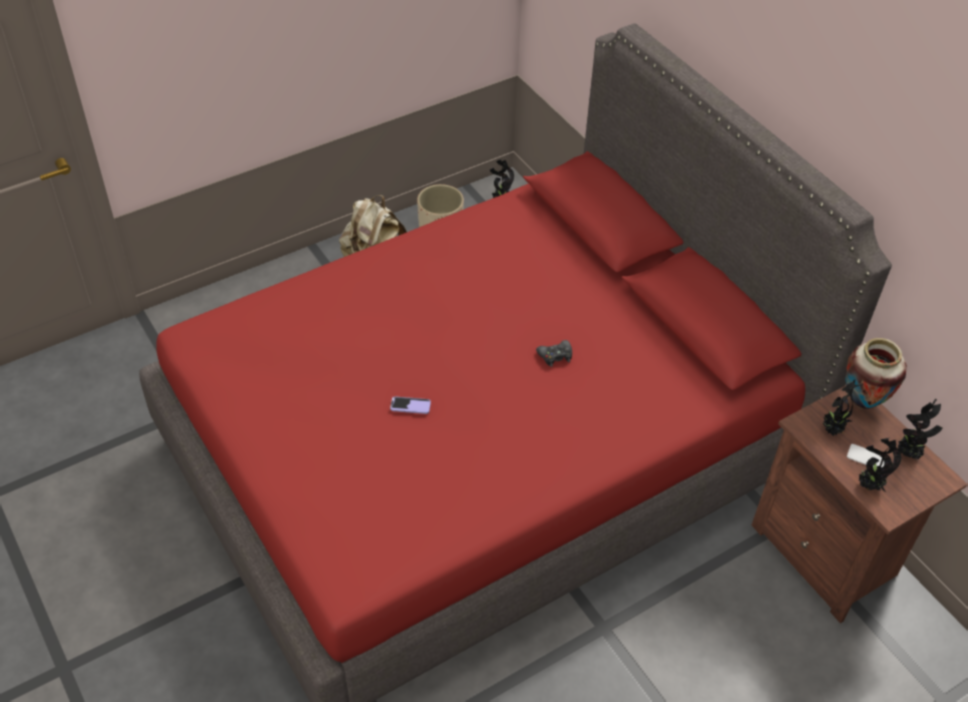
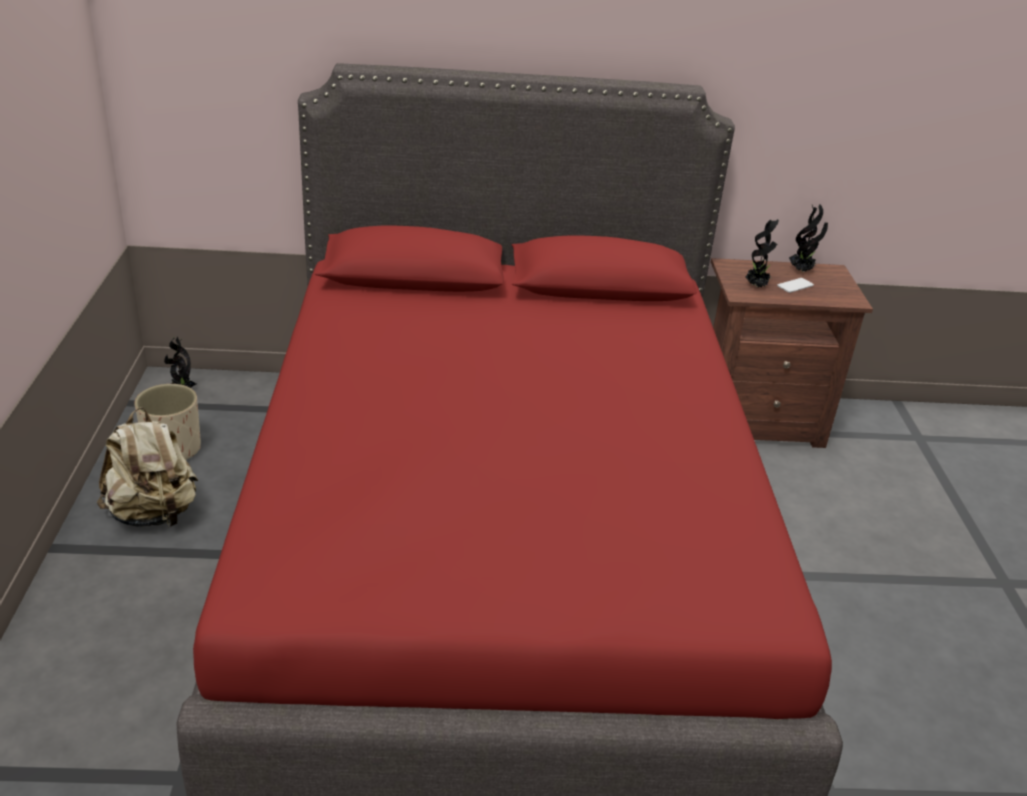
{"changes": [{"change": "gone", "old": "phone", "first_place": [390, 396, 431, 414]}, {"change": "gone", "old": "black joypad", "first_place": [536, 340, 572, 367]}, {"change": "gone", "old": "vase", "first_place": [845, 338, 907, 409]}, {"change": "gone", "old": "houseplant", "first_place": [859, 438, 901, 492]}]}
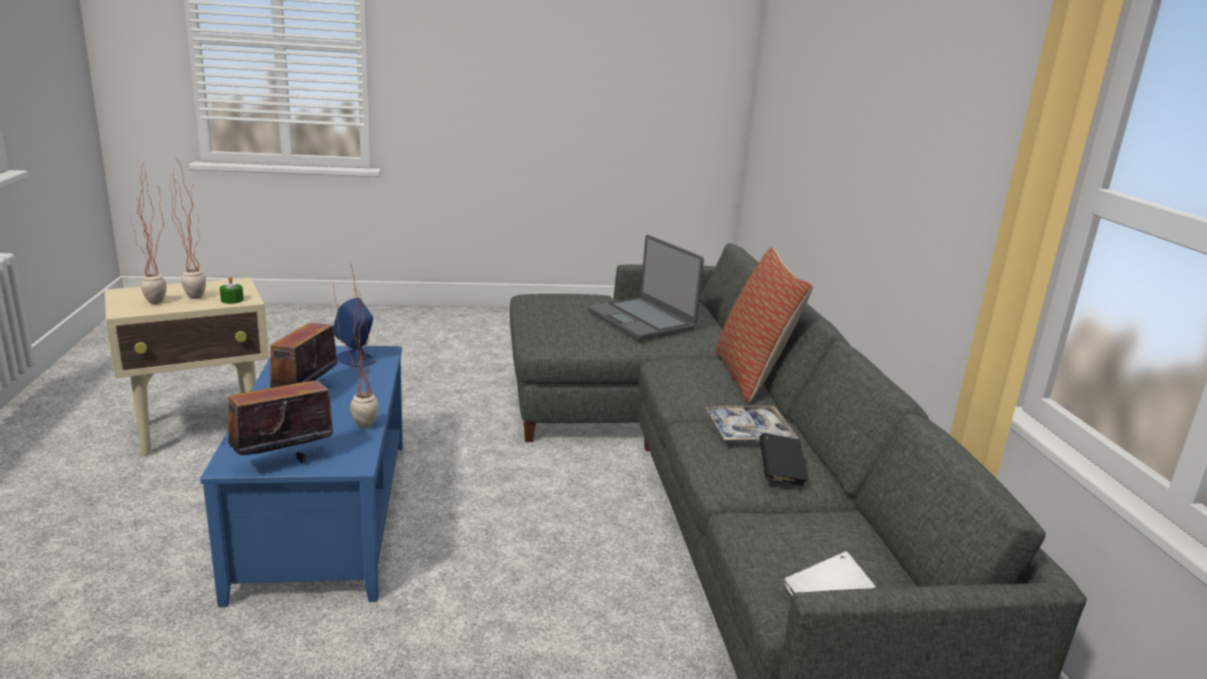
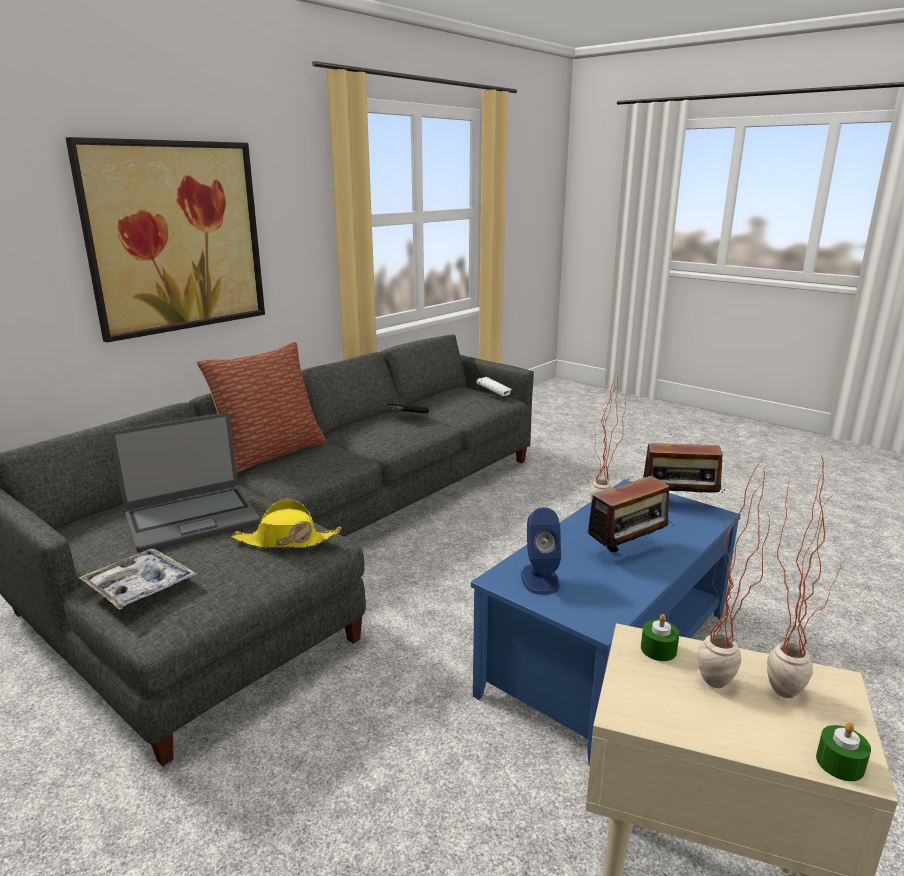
{"changes": [{"change": "rotated", "old": "notebook computer", "first_place": [587, 235, 704, 340], "second_place": [110, 412, 260, 553], "degrees": 45}, {"change": "shifted", "old": "tray", "first_place": [705, 406, 798, 440], "second_place": [78, 549, 196, 610]}, {"change": "new", "new": "picture", "second_place": [66, 137, 265, 342]}, {"change": "new", "new": "yellowish clothing hat", "second_place": [231, 499, 342, 548]}, {"change": "new", "new": "green candle", "second_place": [816, 722, 871, 781]}]}
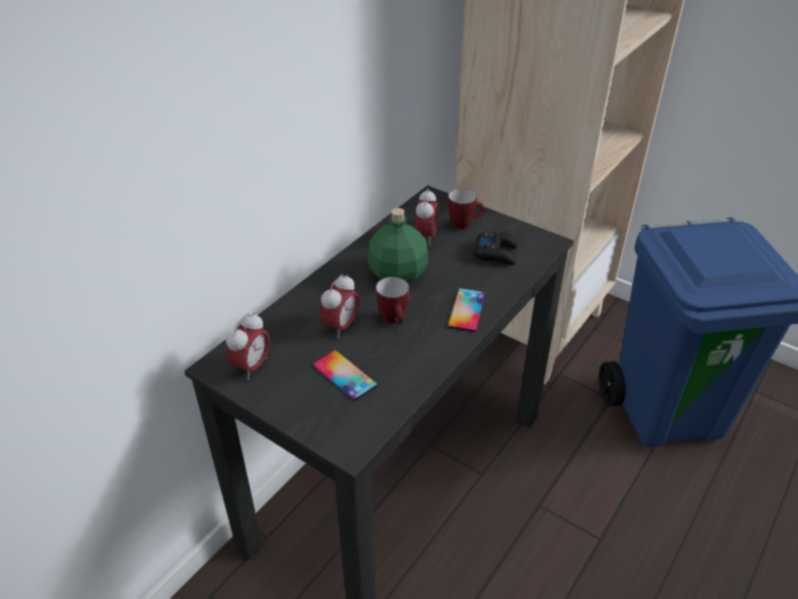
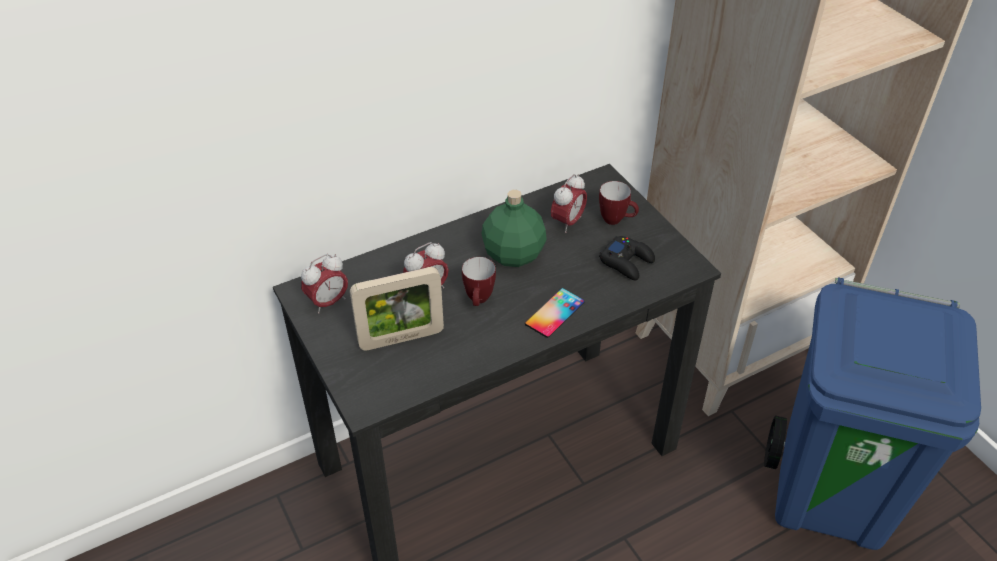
{"changes": [{"change": "swapped", "old": "phone", "new": "photo frame", "first_place": [313, 350, 378, 401], "second_place": [350, 267, 444, 351]}]}
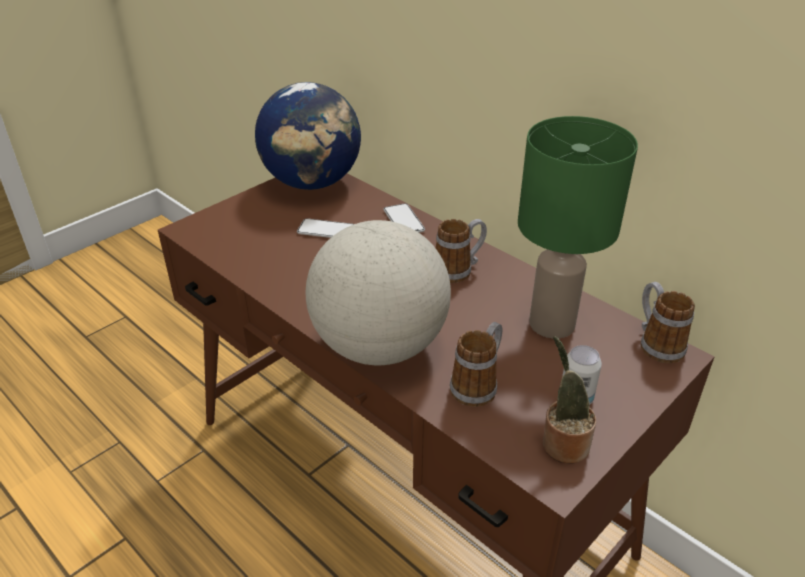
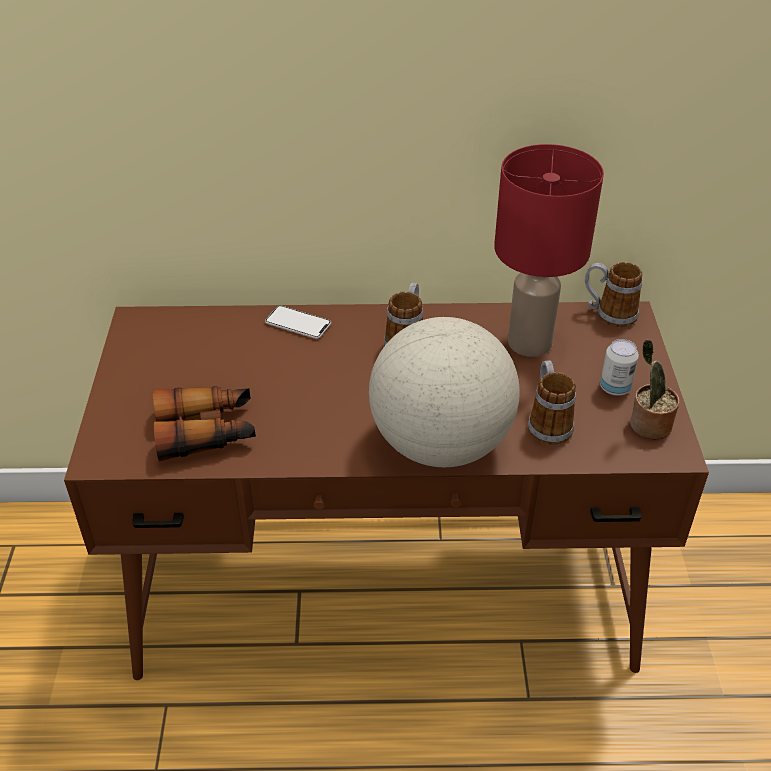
{"changes": [{"change": "gone", "old": "desk globe", "first_place": [255, 82, 361, 190]}, {"change": "gone", "old": "phone", "first_place": [297, 218, 354, 238]}, {"change": "repainted", "old": "green lamp for a table", "new": "red lamp for a table", "first_place": [518, 116, 638, 338], "second_place": [494, 144, 604, 357]}, {"change": "new", "new": "binoculars", "second_place": [153, 386, 256, 462]}]}
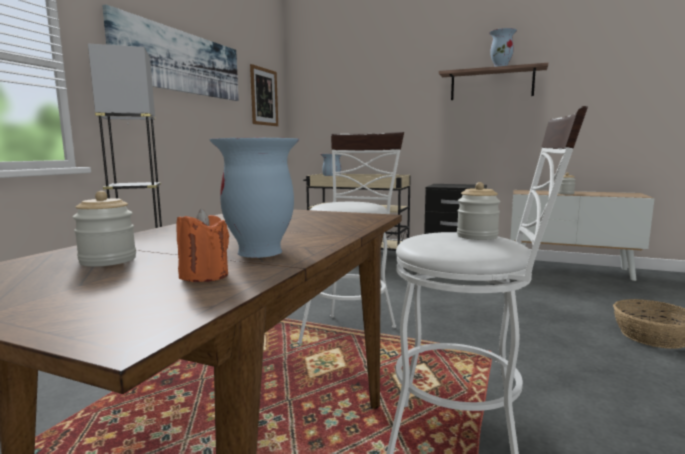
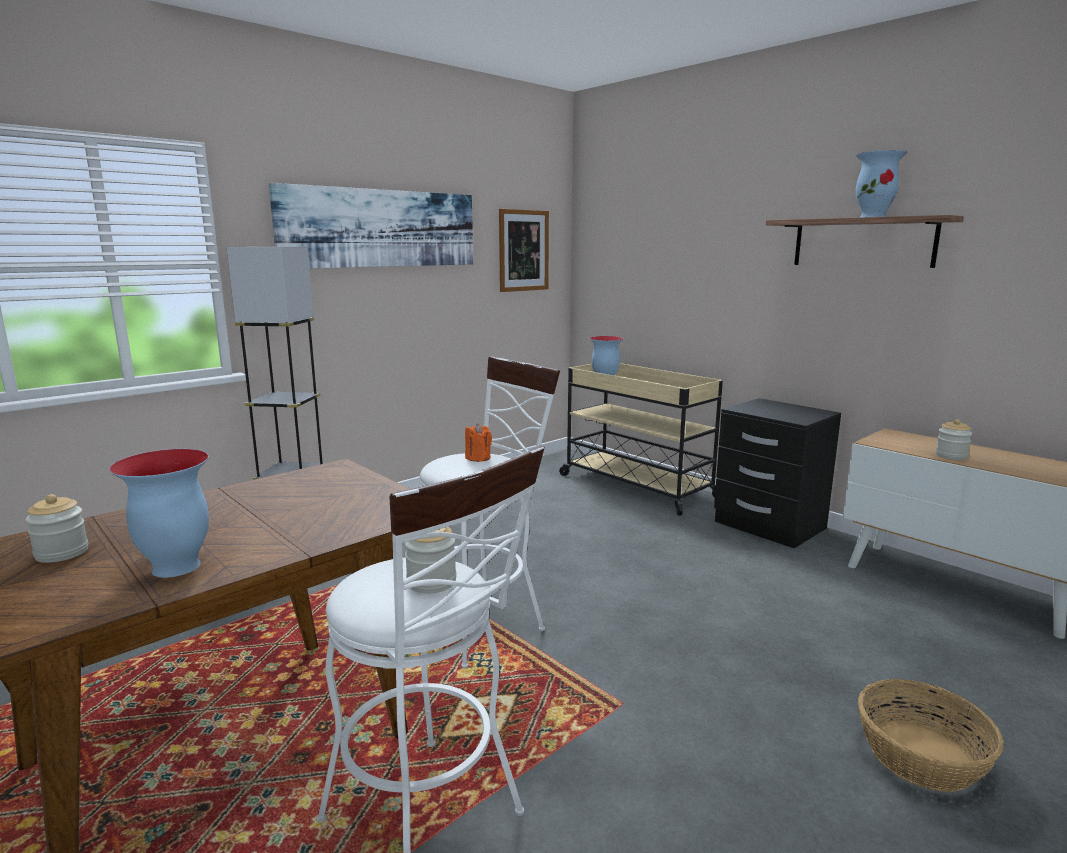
{"changes": [{"change": "shifted", "old": "orangey candle", "first_place": [176, 209, 229, 282], "second_place": [465, 424, 492, 462]}]}
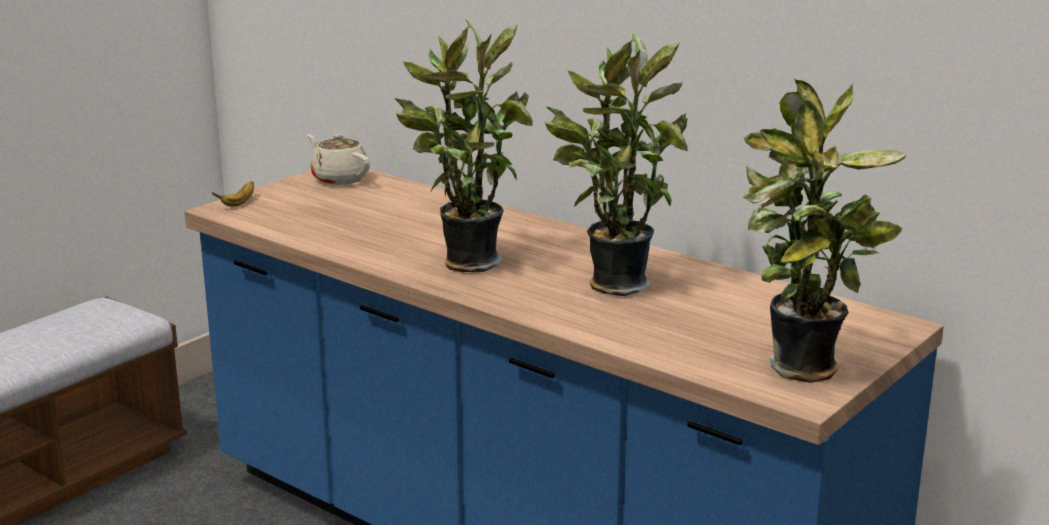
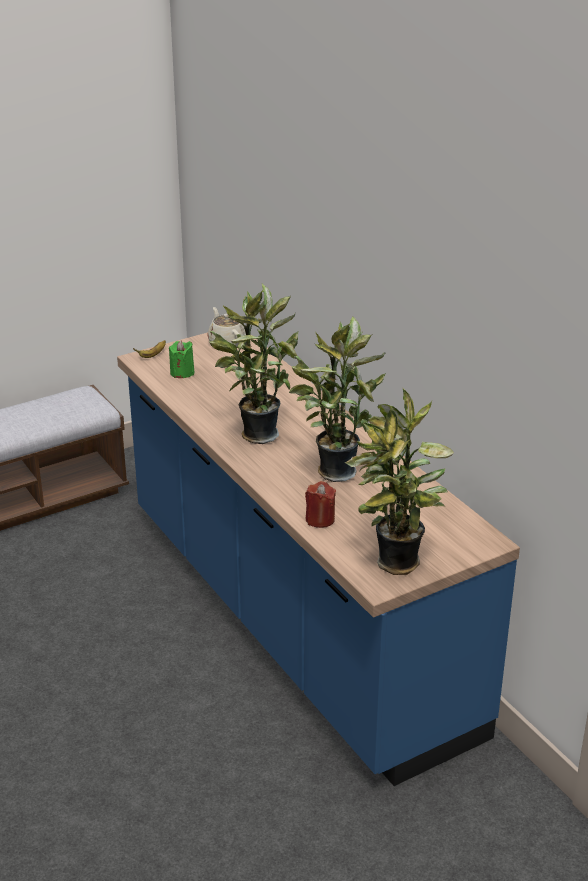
{"changes": [{"change": "new", "new": "green candle", "second_place": [169, 340, 195, 378]}, {"change": "new", "new": "red candle", "second_place": [305, 481, 336, 528]}]}
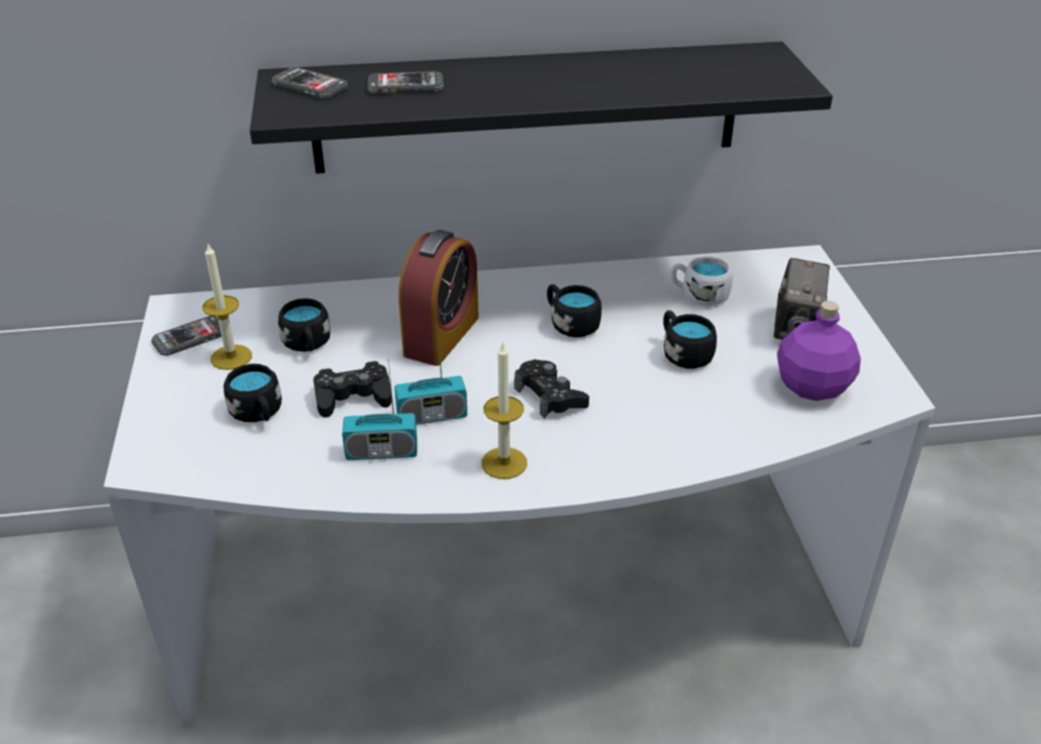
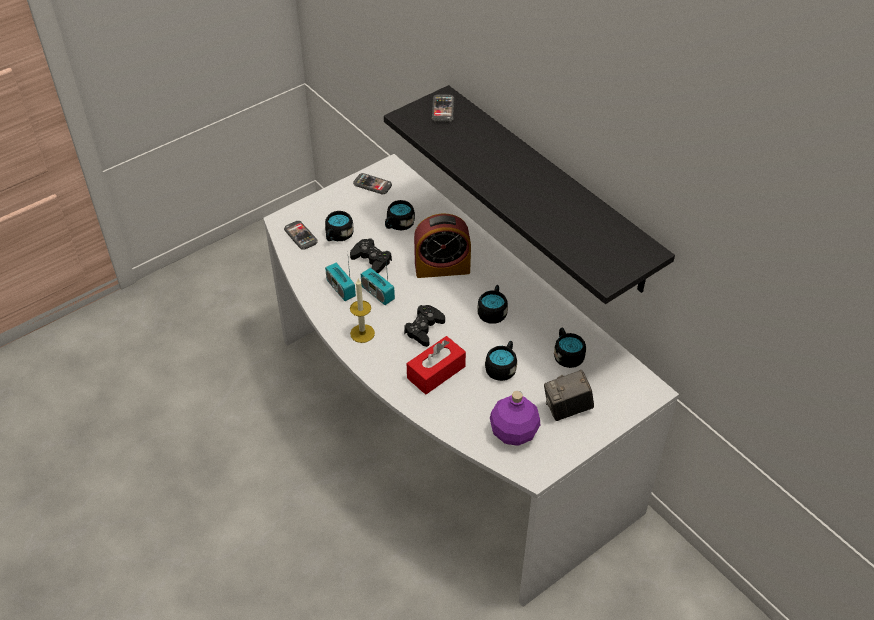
{"changes": [{"change": "gone", "old": "candle", "first_place": [202, 242, 252, 370]}, {"change": "shifted", "old": "phone", "first_place": [367, 71, 444, 94], "second_place": [284, 221, 318, 250]}, {"change": "repainted", "old": "whitish tea mug", "new": "black tea mug", "first_place": [670, 256, 733, 306], "second_place": [554, 328, 586, 368]}, {"change": "new", "new": "red tissue box", "second_place": [407, 336, 466, 395]}]}
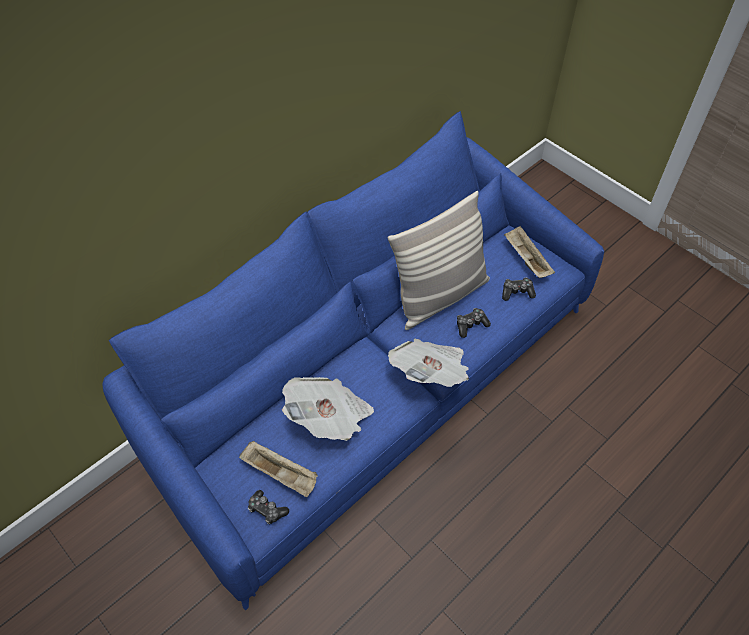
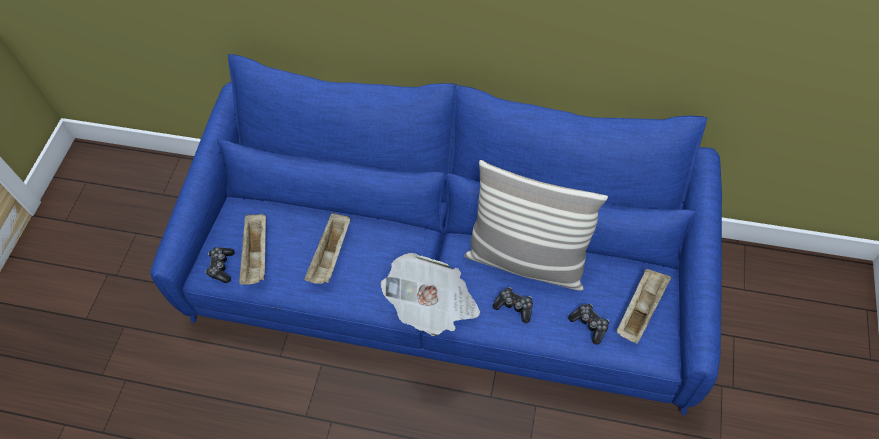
{"changes": [{"change": "swapped", "old": "printed paper", "new": "beige tray", "first_place": [282, 377, 374, 441], "second_place": [304, 212, 350, 284]}]}
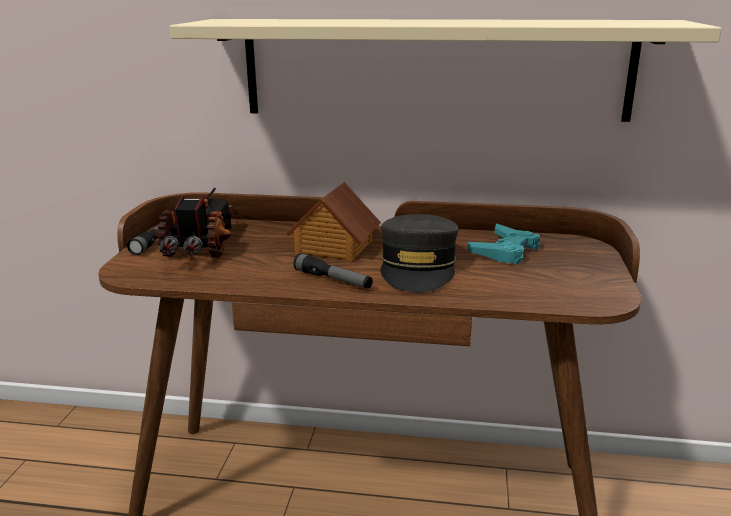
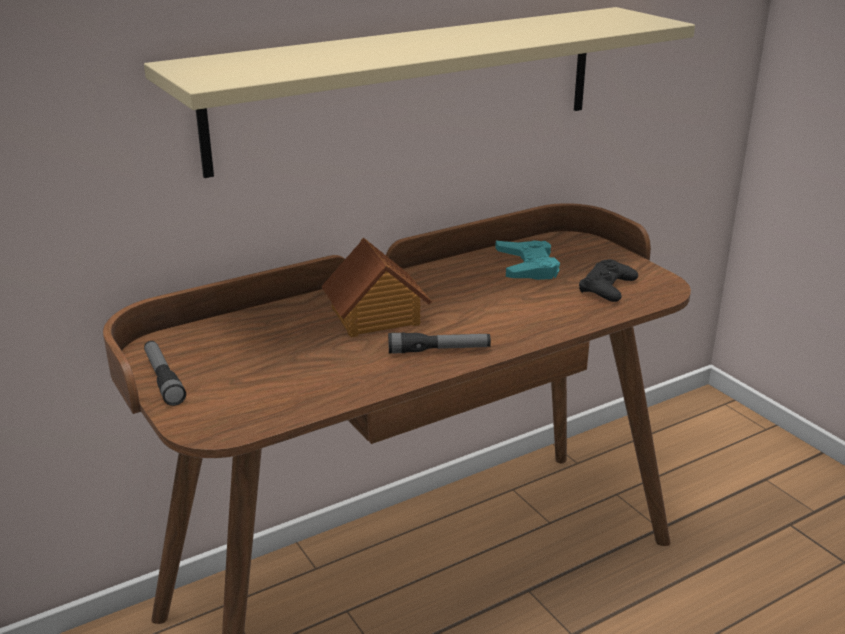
{"changes": [{"change": "gone", "old": "toy lorry", "first_place": [154, 188, 233, 257]}, {"change": "gone", "old": "grey baseball cap", "first_place": [380, 214, 458, 292]}, {"change": "new", "new": "black joypad", "second_place": [579, 259, 638, 302]}]}
